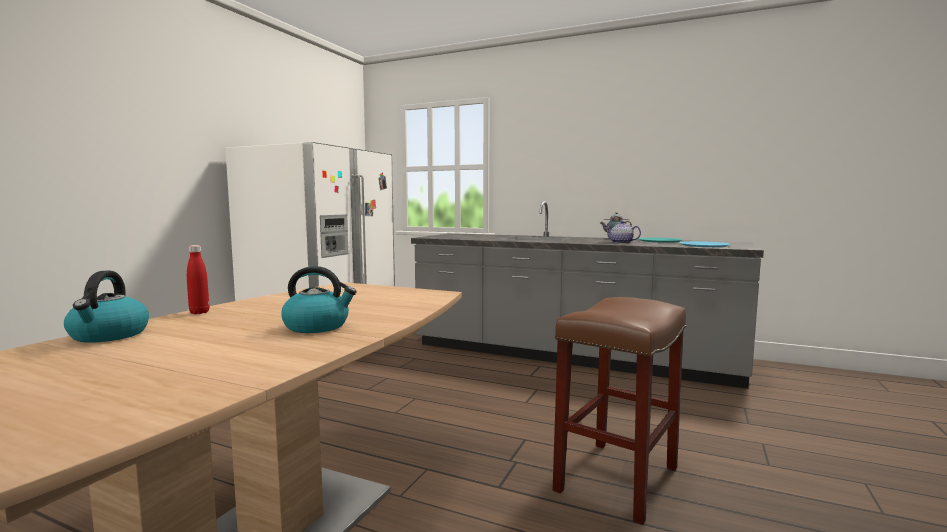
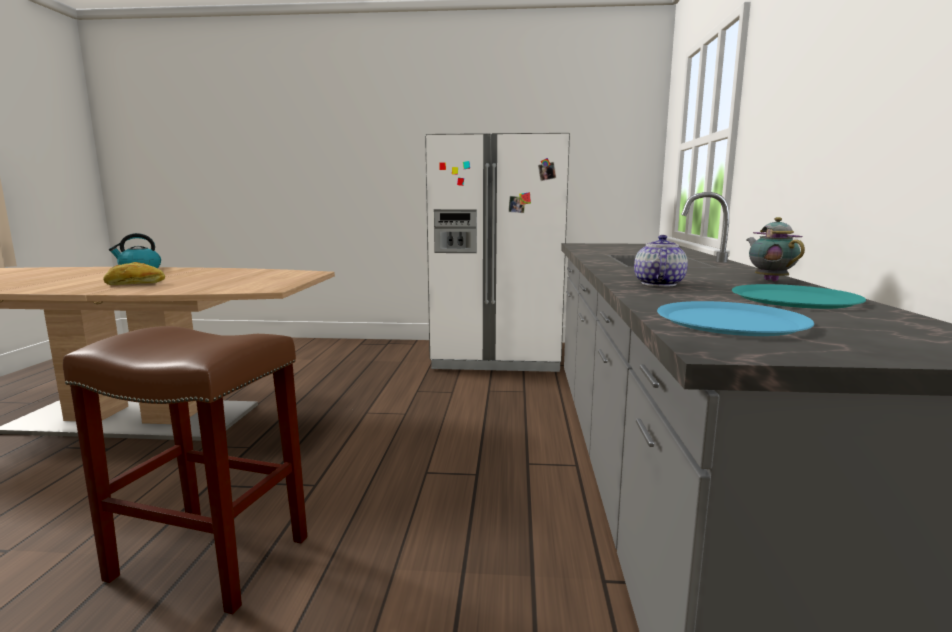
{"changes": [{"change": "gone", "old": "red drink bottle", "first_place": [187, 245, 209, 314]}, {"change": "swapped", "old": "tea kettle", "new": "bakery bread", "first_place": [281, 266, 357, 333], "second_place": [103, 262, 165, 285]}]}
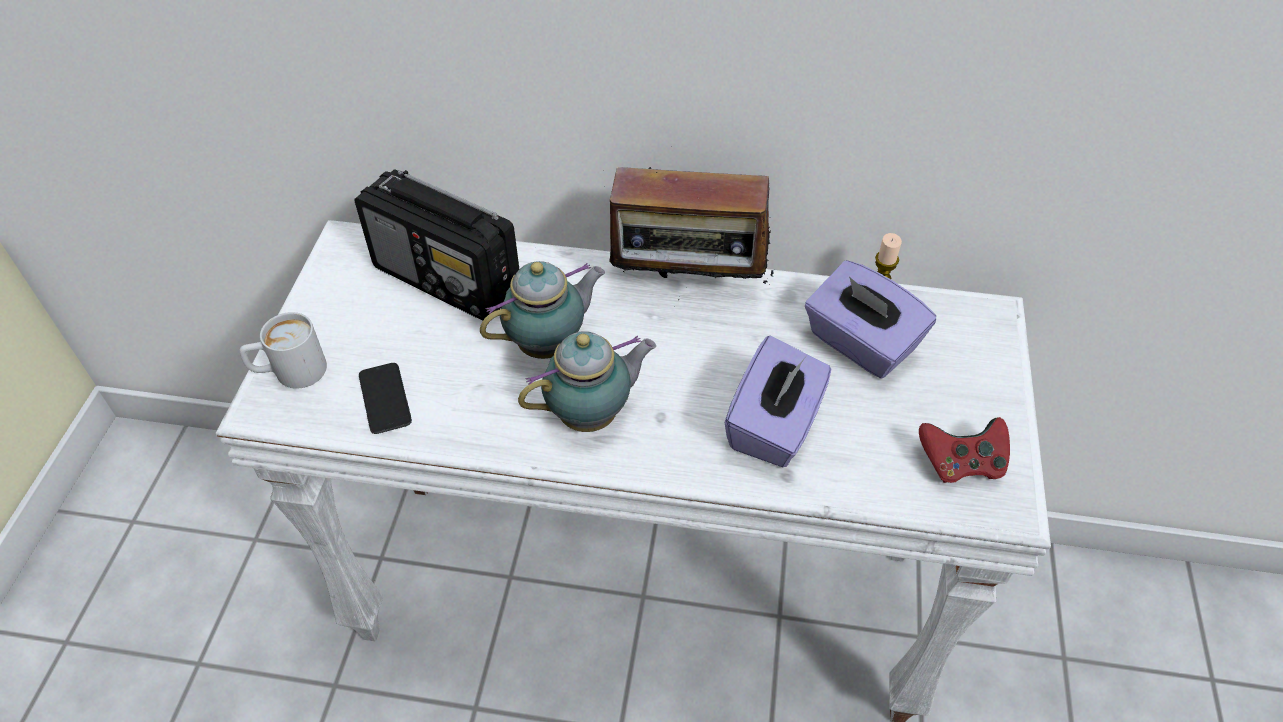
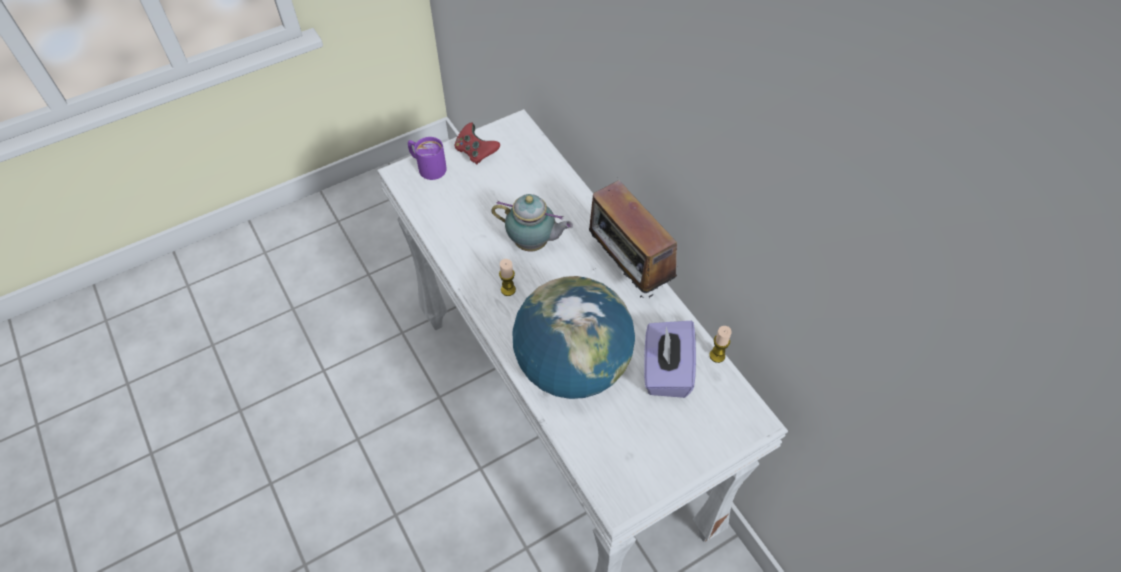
{"changes": [{"change": "repainted", "old": "whitish tea mug", "new": "purple tea mug", "first_place": [239, 312, 327, 389], "second_place": [408, 137, 447, 180]}, {"change": "gone", "old": "radio", "first_place": [354, 169, 519, 321]}, {"change": "gone", "old": "phone", "first_place": [359, 363, 412, 434]}, {"change": "swapped", "old": "tea pot", "new": "candle", "first_place": [518, 331, 656, 432], "second_place": [499, 259, 516, 296]}, {"change": "swapped", "old": "purple tissue box", "new": "desk globe", "first_place": [724, 335, 831, 467], "second_place": [513, 276, 635, 399]}, {"change": "shifted", "old": "red joypad", "first_place": [919, 417, 1010, 483], "second_place": [454, 122, 500, 164]}]}
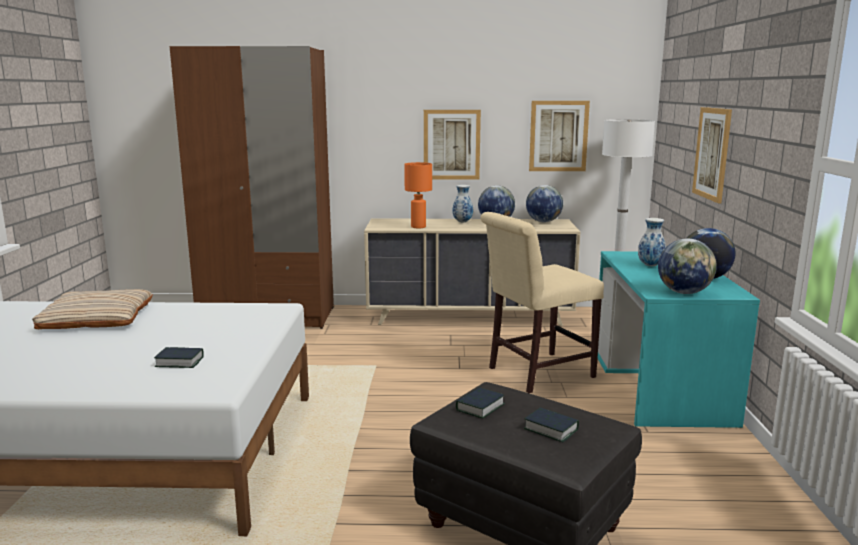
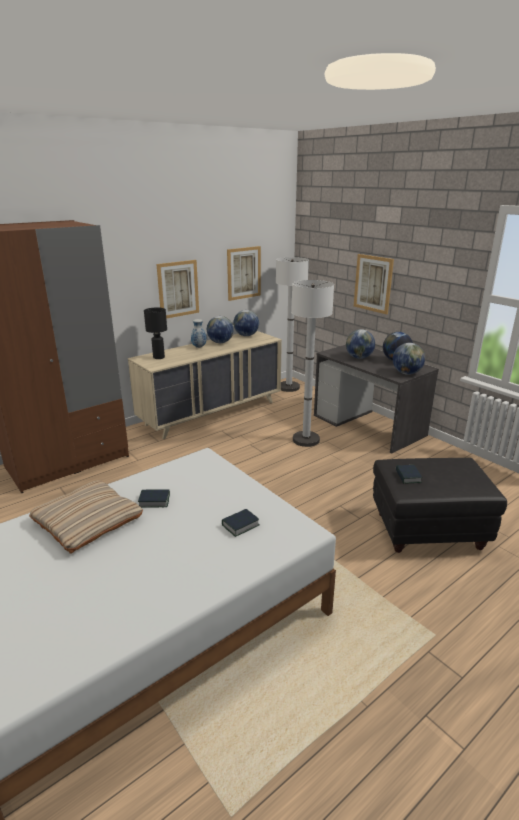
{"changes": [{"change": "gone", "old": "orangey lamp for a table", "first_place": [404, 162, 432, 228]}, {"change": "swapped", "old": "beige plain chair", "new": "whitish standard lamp", "first_place": [480, 212, 604, 393], "second_place": [291, 280, 334, 447]}, {"change": "shifted", "old": "volume", "first_place": [524, 407, 579, 442], "second_place": [138, 489, 170, 508]}, {"change": "repainted", "old": "turquoise-coloured desk", "new": "grey desk", "first_place": [597, 251, 760, 428], "second_place": [314, 345, 439, 454]}, {"change": "swapped", "old": "vase", "new": "desk globe", "first_place": [638, 218, 666, 266], "second_place": [346, 329, 375, 359]}, {"change": "new", "new": "black lamp for a table", "second_place": [144, 307, 167, 359]}]}
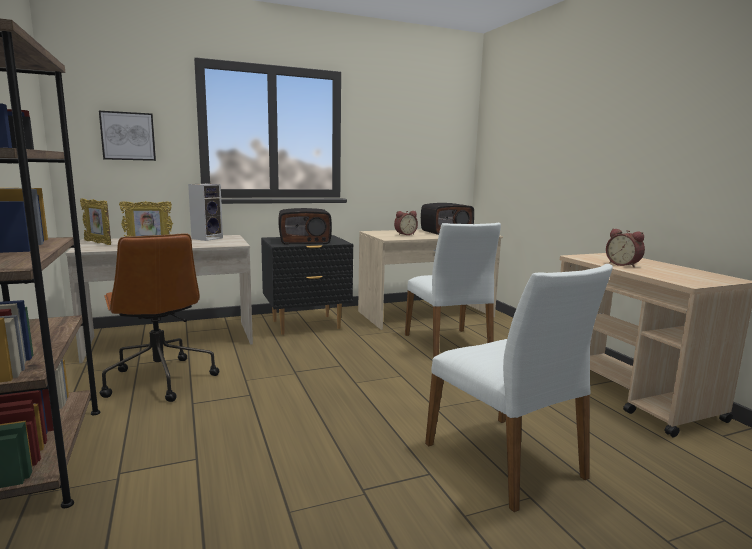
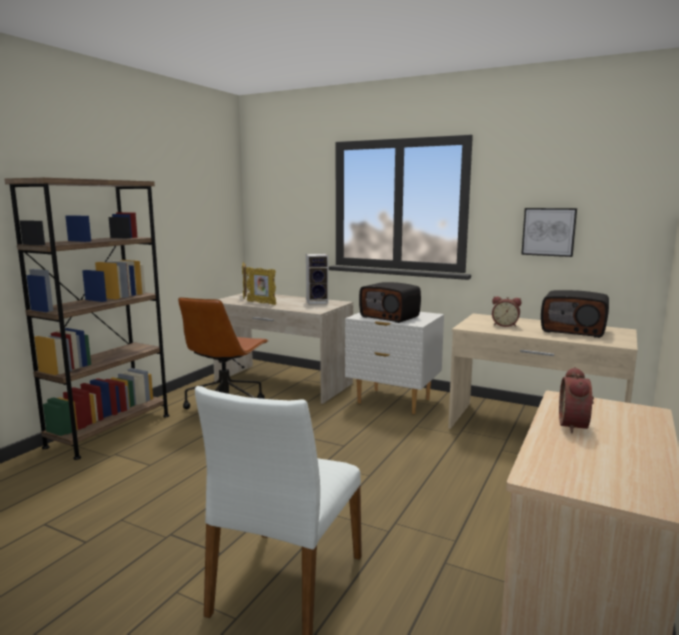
{"changes": [{"change": "shifted", "old": "picture", "first_place": [99, 111, 156, 161], "second_place": [521, 208, 577, 257]}, {"change": "repainted", "old": "black night table", "new": "whitish night table", "first_place": [261, 235, 353, 335], "second_place": [345, 312, 444, 414]}, {"change": "gone", "old": "whitish plain chair", "first_place": [405, 223, 501, 358]}]}
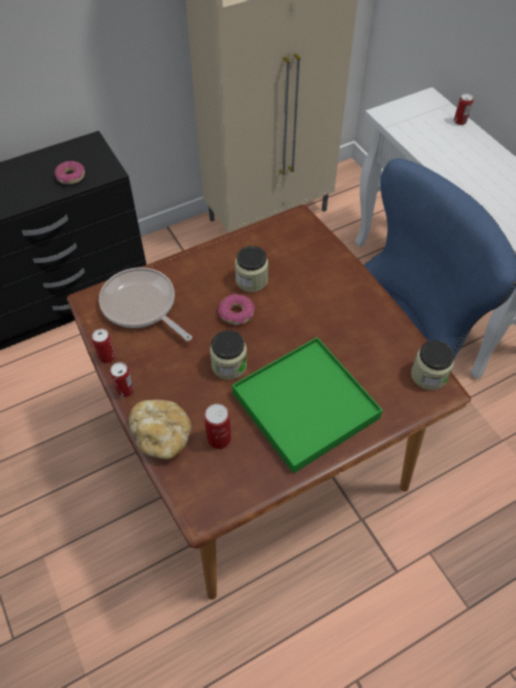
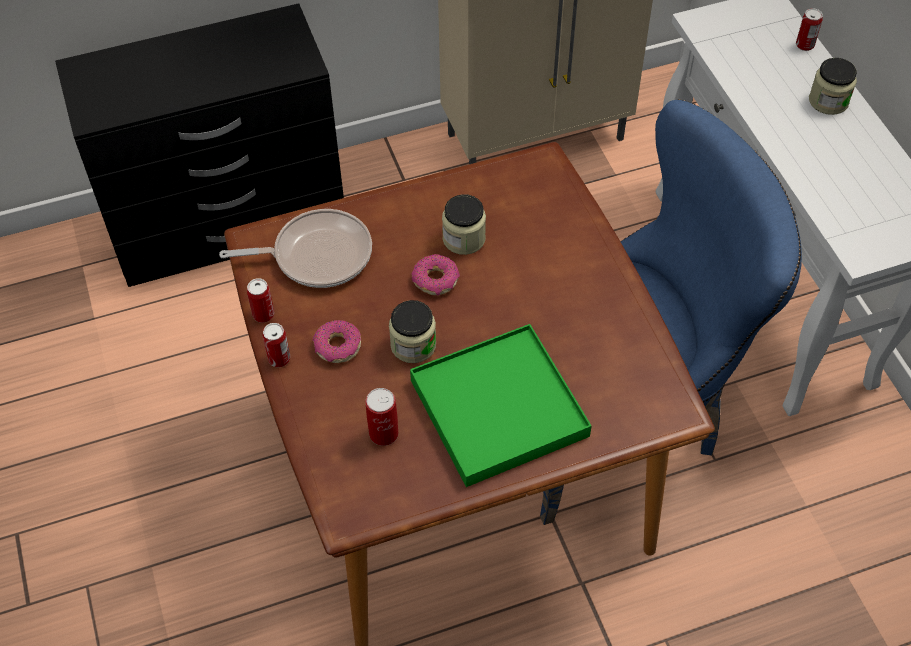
{"changes": [{"change": "shifted", "old": "ring doughnut", "first_place": [54, 161, 85, 184], "second_place": [313, 320, 361, 363]}, {"change": "rotated", "old": "pan", "first_place": [99, 267, 192, 341], "second_place": [219, 209, 372, 288], "degrees": 120}, {"change": "gone", "old": "bakery bread", "first_place": [129, 400, 191, 459]}, {"change": "shifted", "old": "storage jar", "first_place": [411, 340, 454, 390], "second_place": [809, 58, 857, 115]}]}
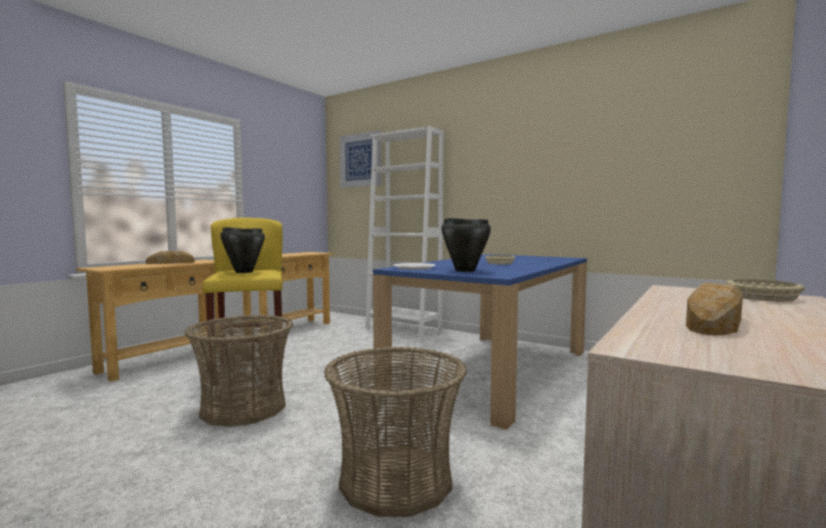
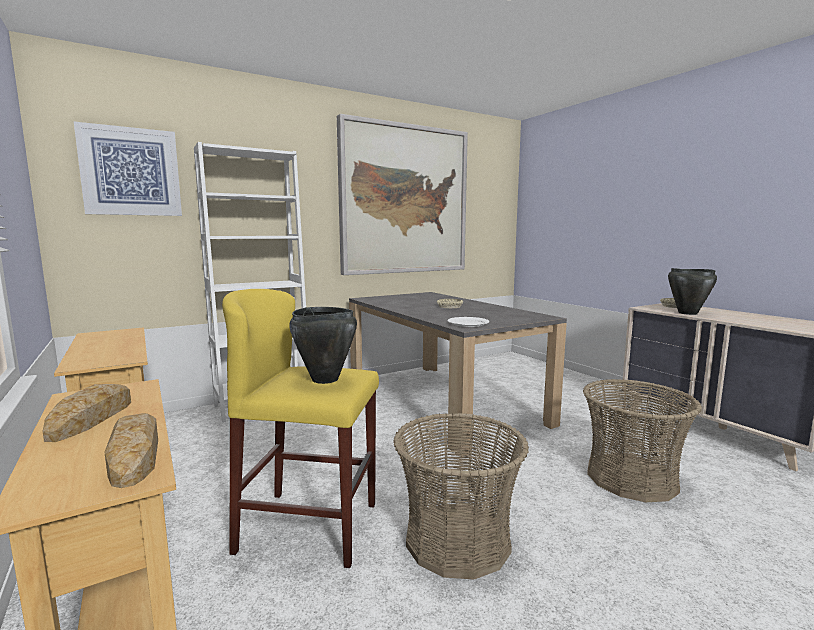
{"changes": [{"change": "repainted", "old": "blue dinner table", "new": "grey dinner table", "first_place": [373, 254, 587, 430], "second_place": [349, 292, 567, 457]}, {"change": "shifted", "old": "black stockpot", "first_place": [441, 218, 491, 272], "second_place": [668, 268, 717, 315]}, {"change": "shifted", "old": "bakery bread", "first_place": [686, 283, 743, 336], "second_place": [104, 413, 158, 488]}, {"change": "new", "new": "picture", "second_place": [337, 114, 468, 275]}]}
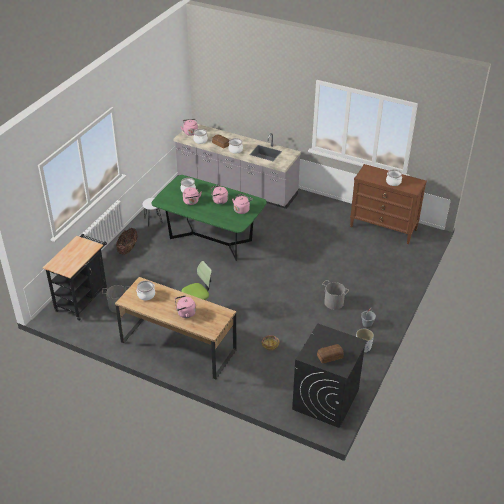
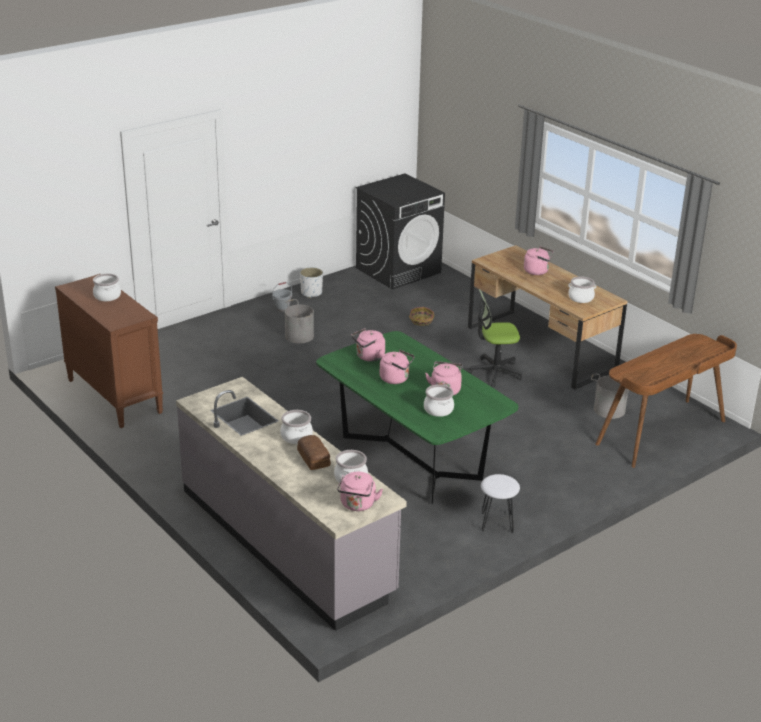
{"changes": [{"change": "swapped", "old": "black wheeled cart", "new": "brown desk", "first_place": [43, 234, 108, 321], "second_place": [595, 334, 737, 468]}, {"change": "gone", "old": "household basket", "first_place": [116, 228, 138, 254]}, {"change": "gone", "old": "bakery bread", "first_place": [317, 344, 344, 364]}]}
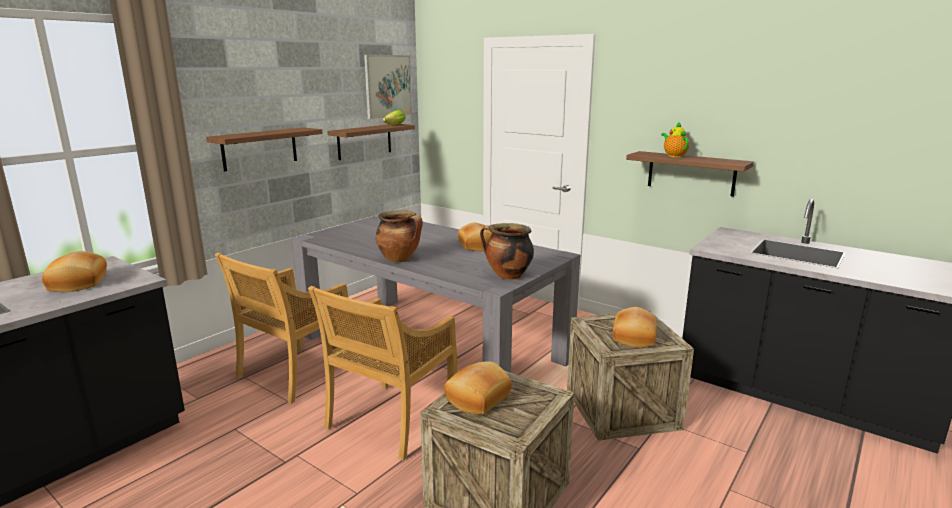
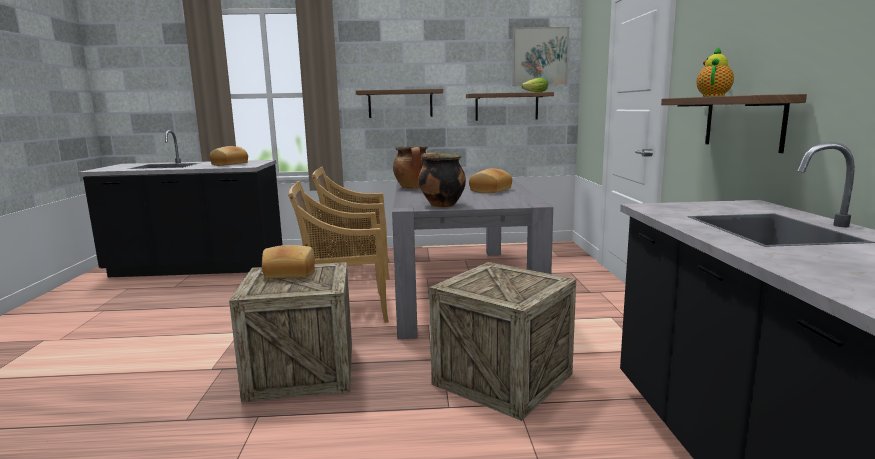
{"changes": [{"change": "gone", "old": "bakery bread", "first_place": [613, 307, 657, 347]}]}
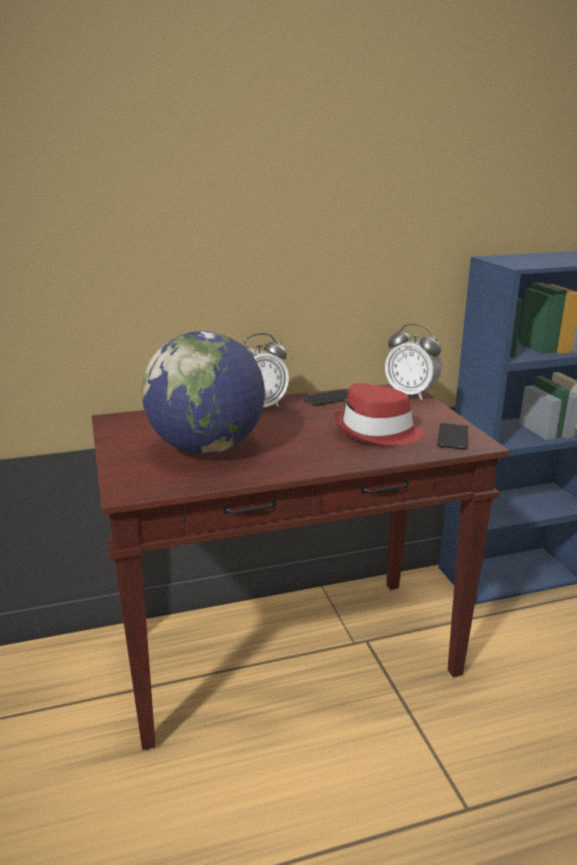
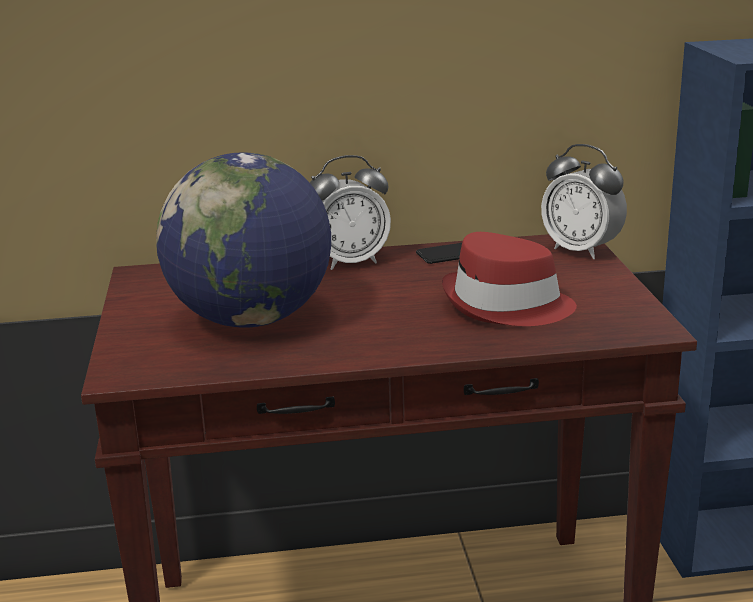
{"changes": [{"change": "gone", "old": "phone", "first_place": [437, 423, 468, 449]}]}
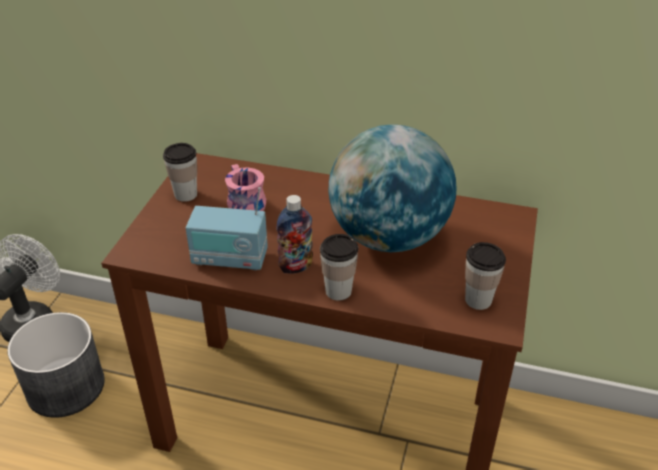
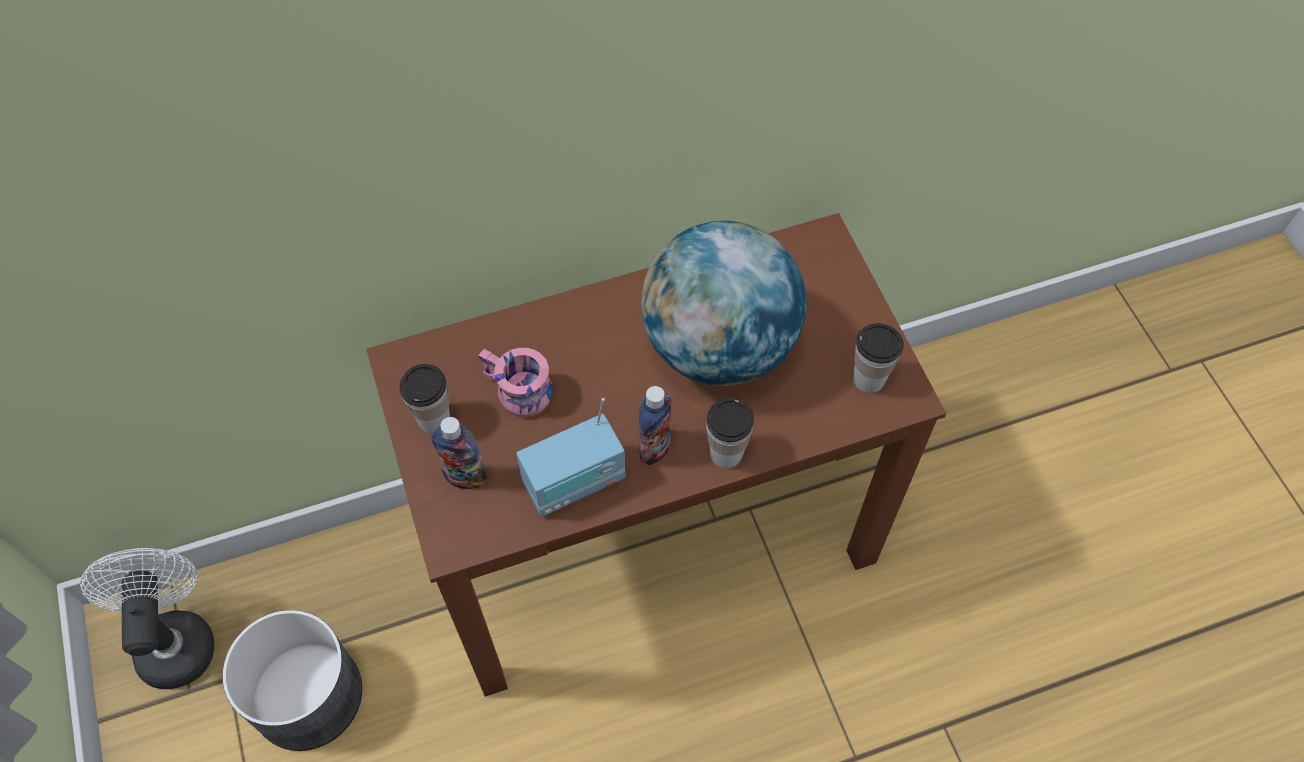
{"changes": [{"change": "new", "new": "drink bottle", "second_place": [431, 417, 487, 489]}]}
